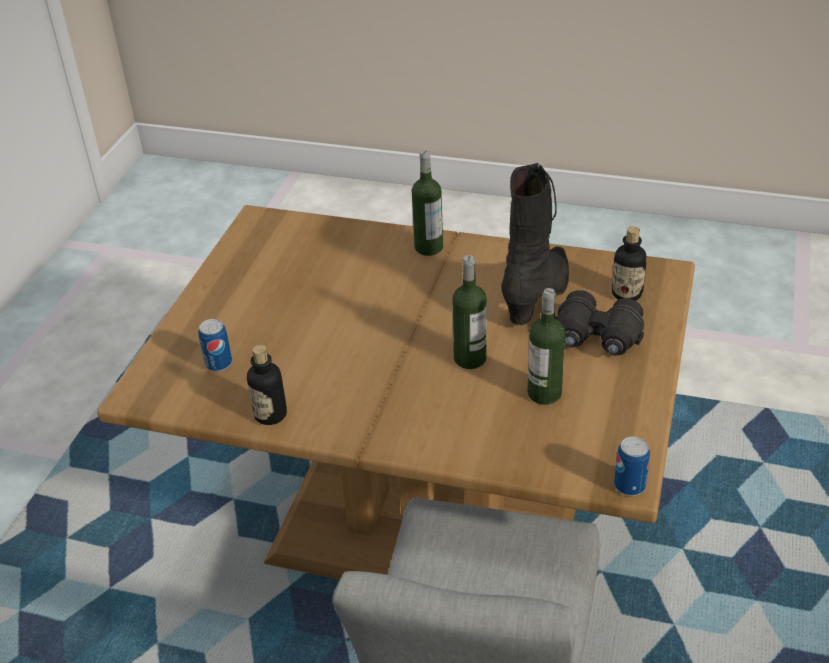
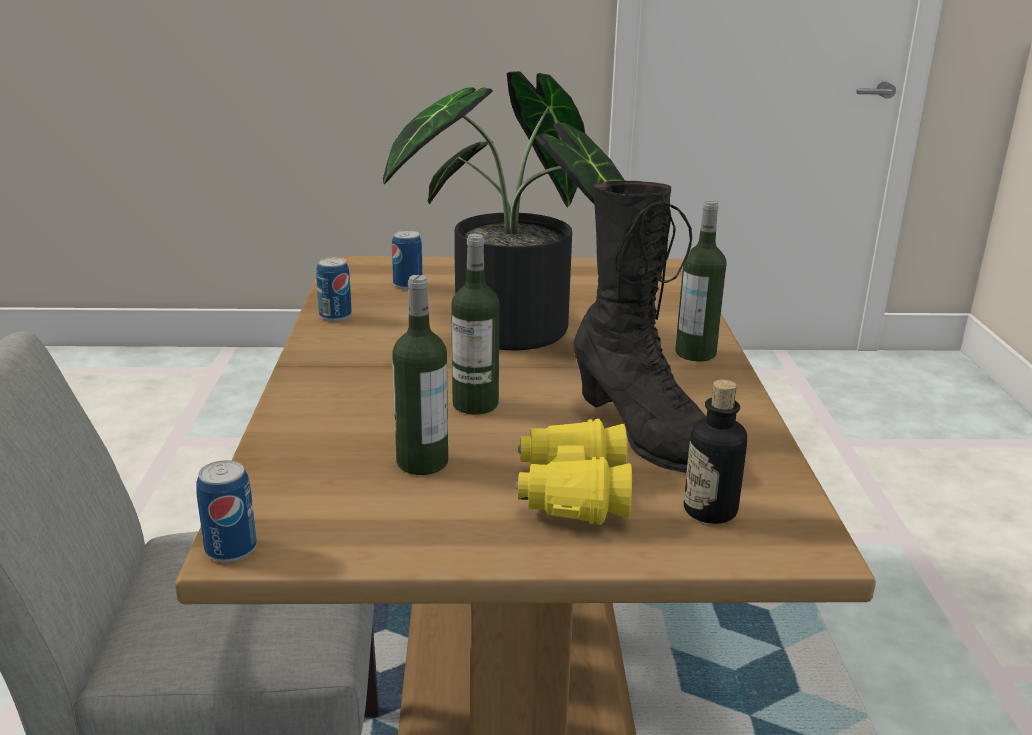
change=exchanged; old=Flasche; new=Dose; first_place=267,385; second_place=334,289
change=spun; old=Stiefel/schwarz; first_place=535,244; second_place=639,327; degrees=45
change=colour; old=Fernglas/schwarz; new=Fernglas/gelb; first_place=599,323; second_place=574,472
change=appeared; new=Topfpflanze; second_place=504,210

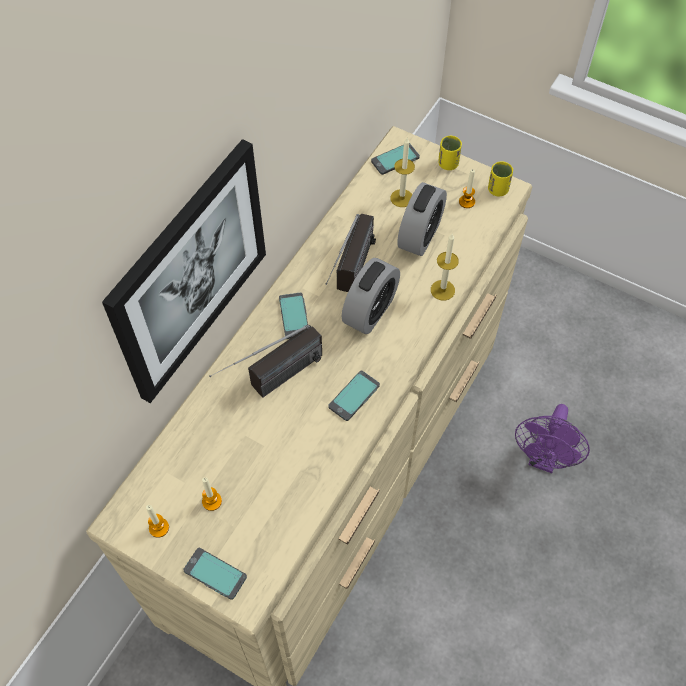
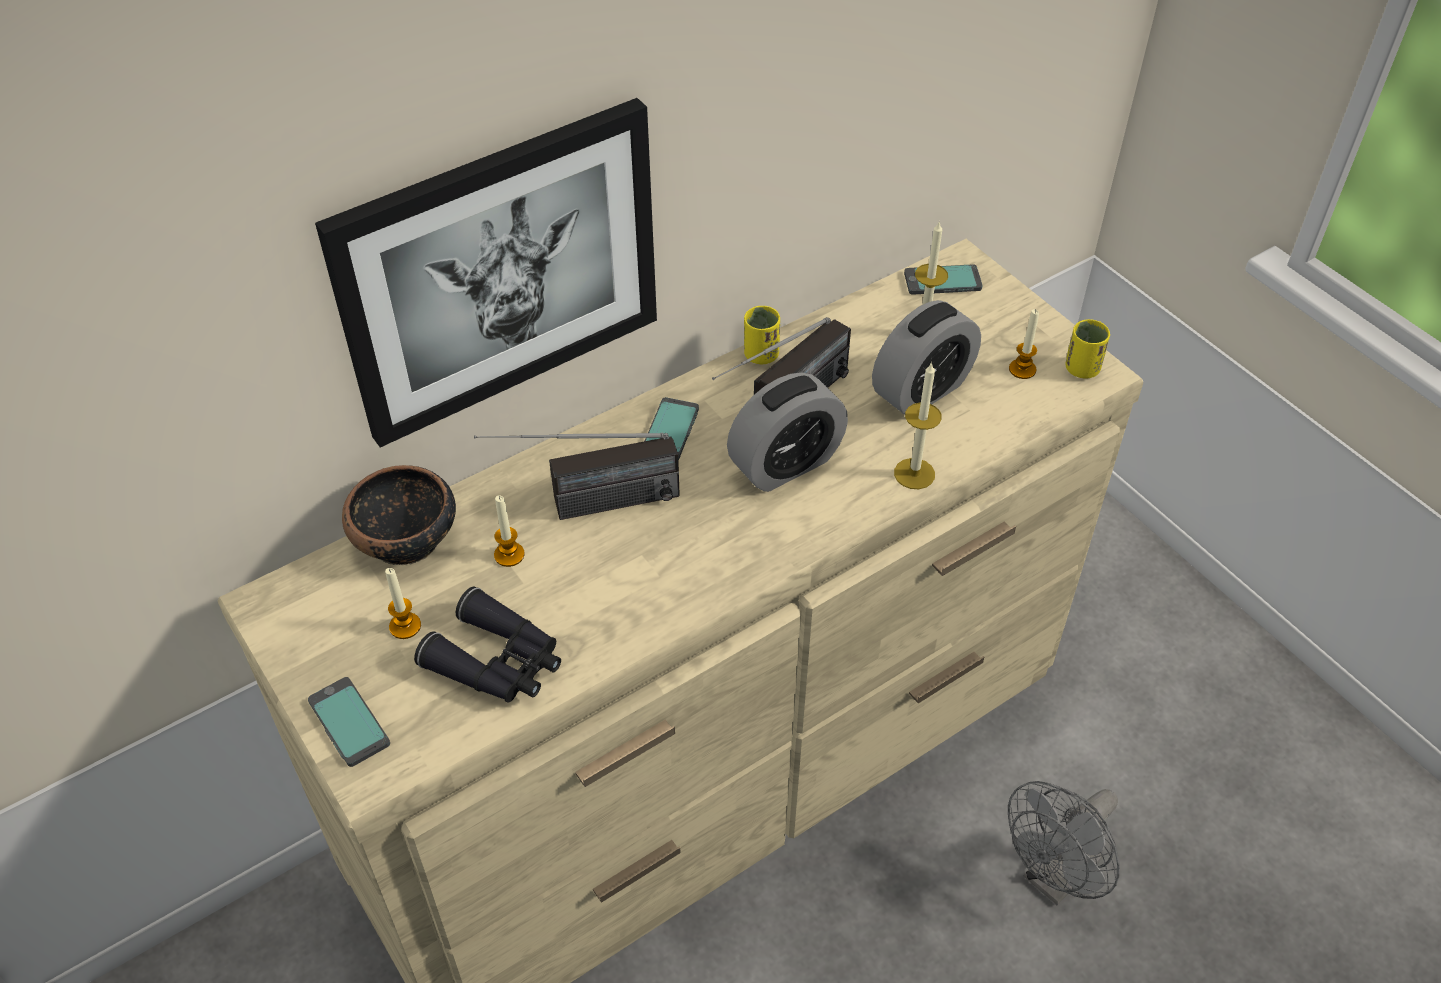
change=relocated; old=Kerze; first_place=157,521; second_place=509,531
change=missing; old=Handy; first_place=354,396
change=relocated; old=Tasse/gelb; first_place=450,153; second_place=762,335
change=colour; old=Ventilator/lila; new=Ventilator/grau; first_place=552,438; second_place=1064,843
change=appeared; new=Schüssel; second_place=399,515
change=appeared; new=Fernglas/schwarz; second_place=487,645

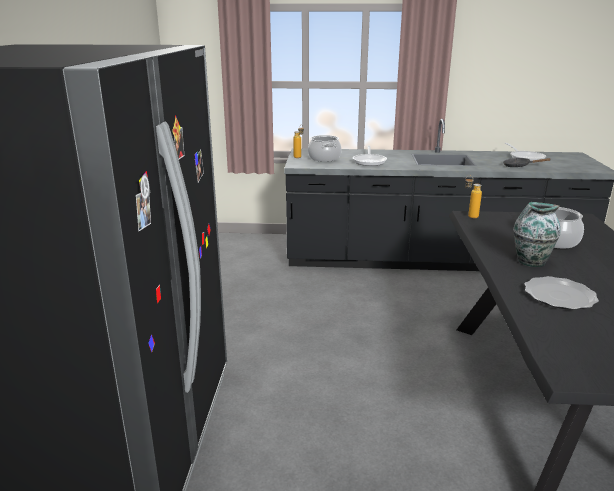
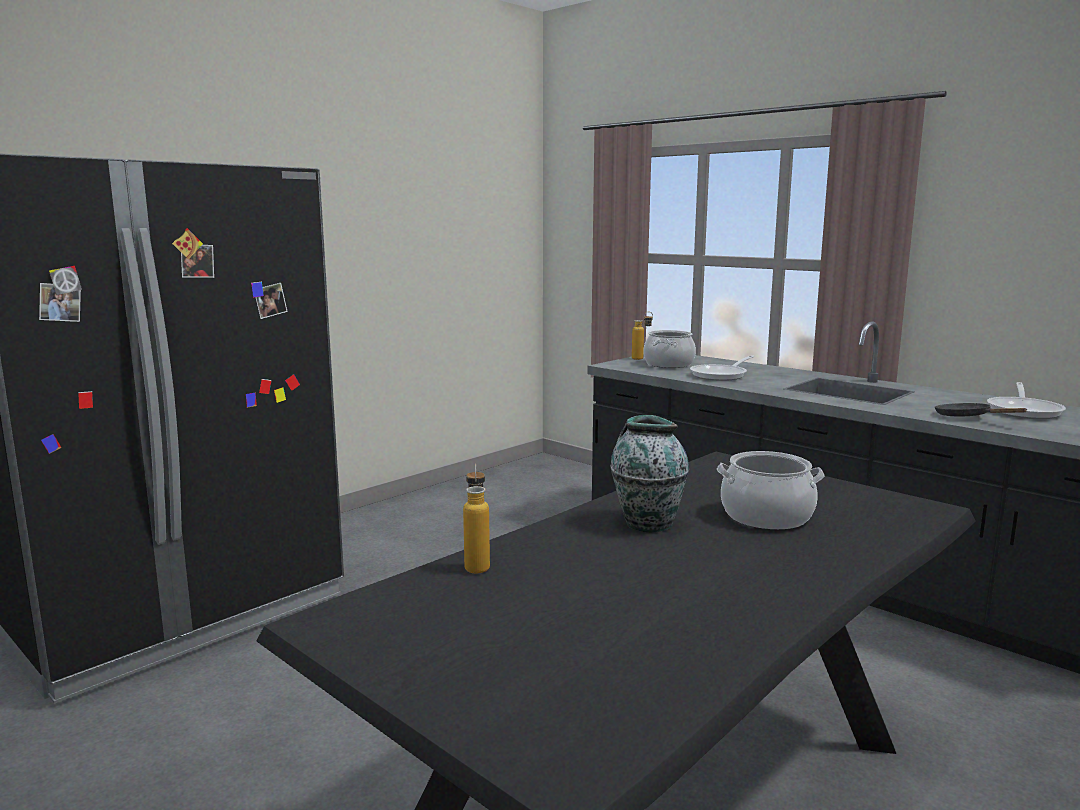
change=relocated; old=Flasche; first_place=473,196; second_place=476,518
change=missing; old=Teller; first_place=562,293

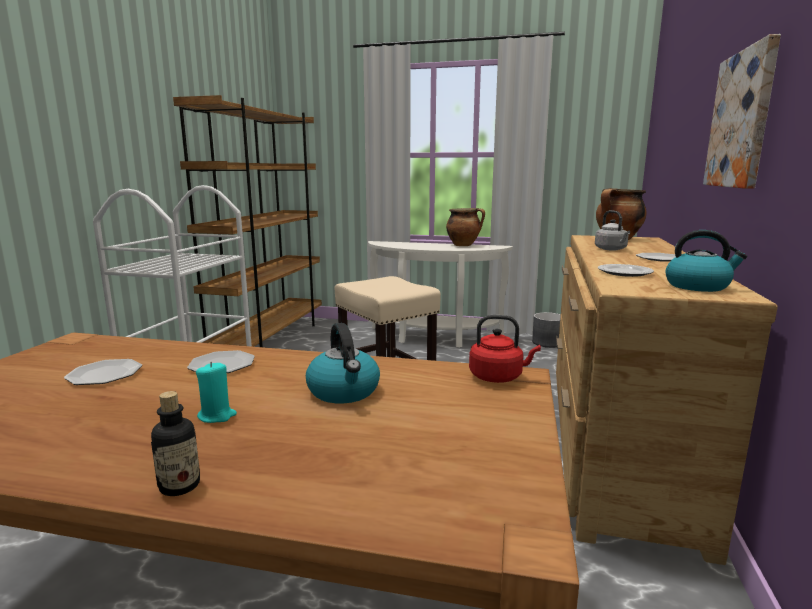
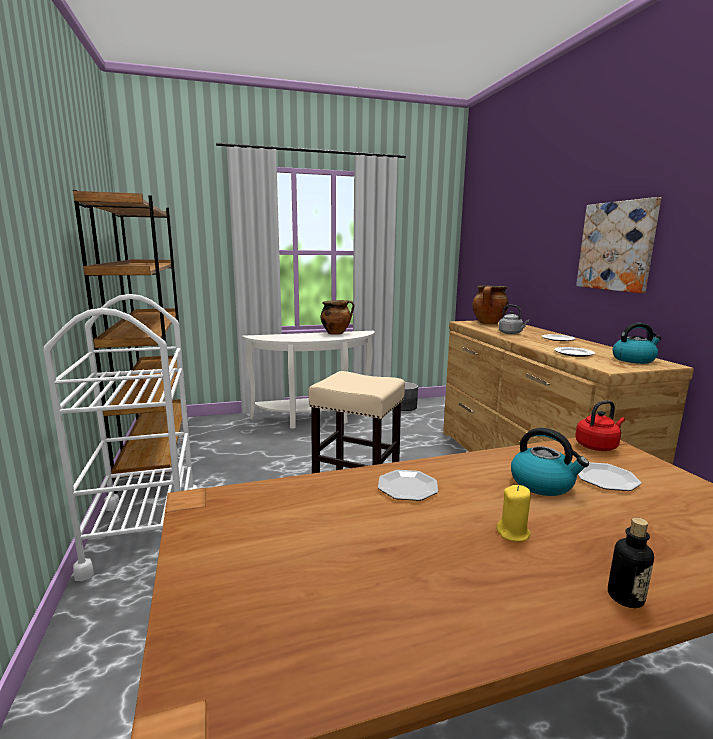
change=relocated; old=Teller; first_place=103,372; second_place=609,476
change=colour; old=Kerze/türkis; new=Kerze/gelb; first_place=216,392; second_place=513,513

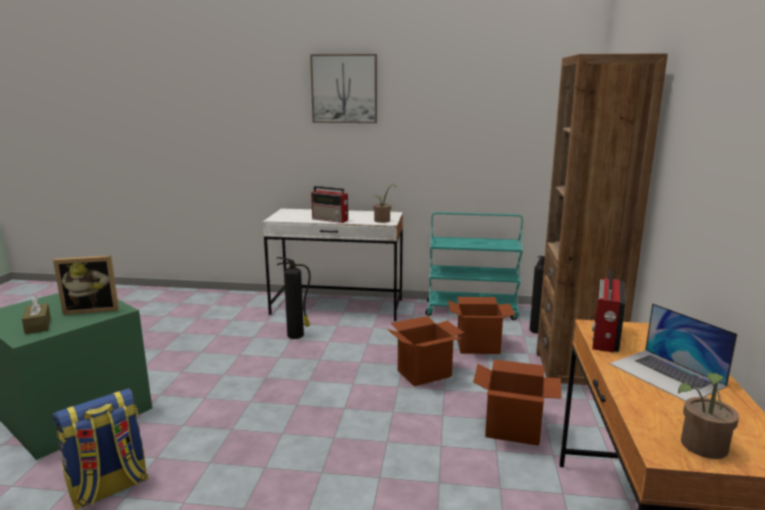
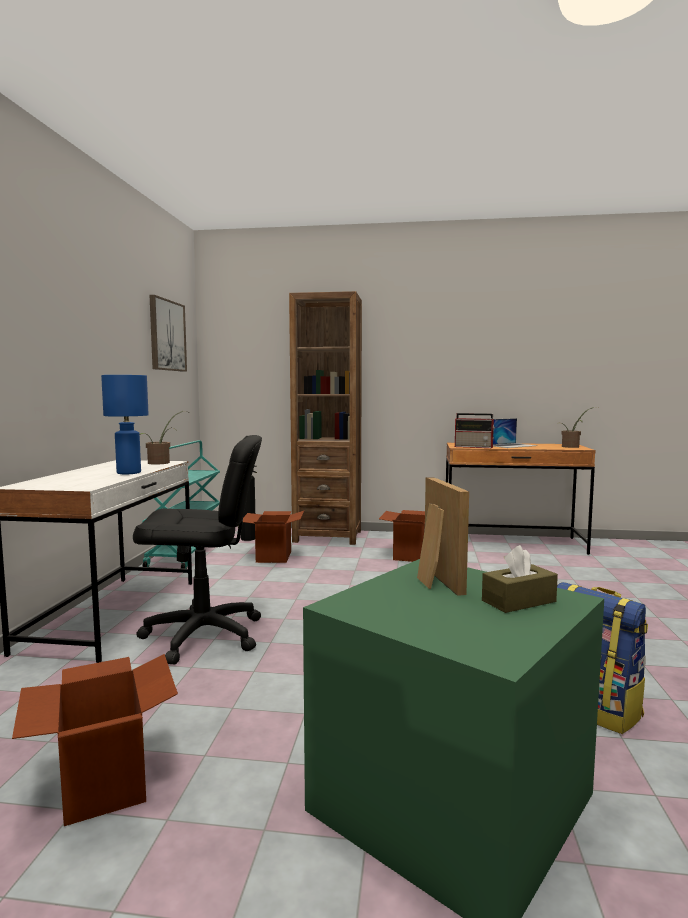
change=exchanged; old=Feuerlöscher; new=Bürostuhl/schwarz; first_place=293,298; second_place=197,549
change=relocated; old=Bild; first_place=343,88; second_place=168,333
change=exchanged; old=Radio; new=Tischlampe/blau; first_place=329,204; second_place=125,424
change=relocated; old=Karton; first_place=425,351; second_place=95,740

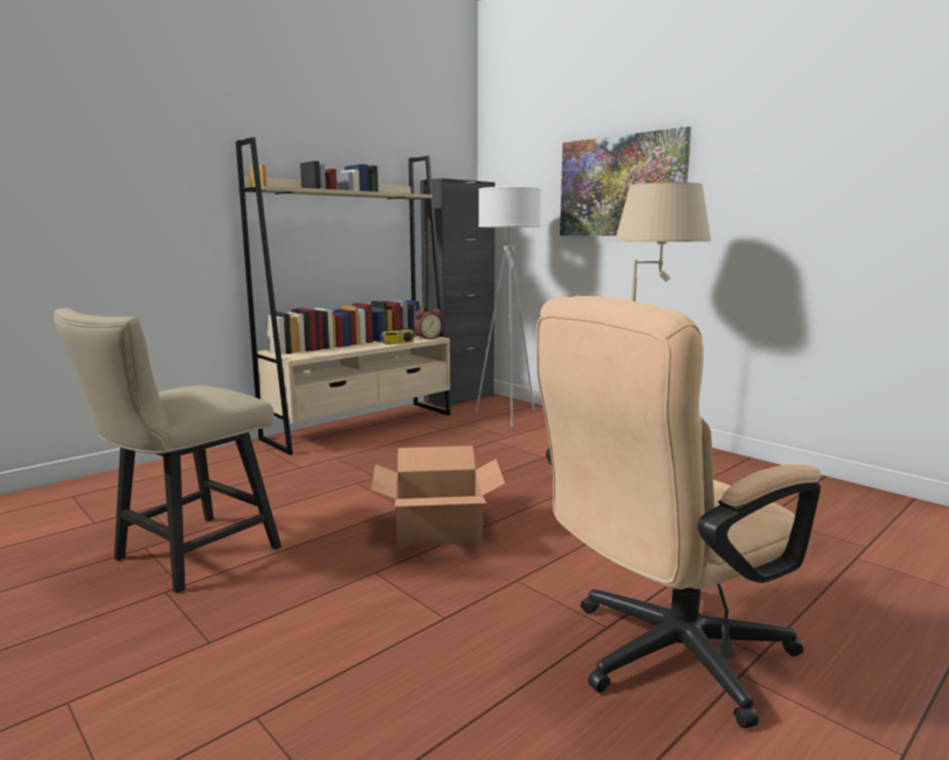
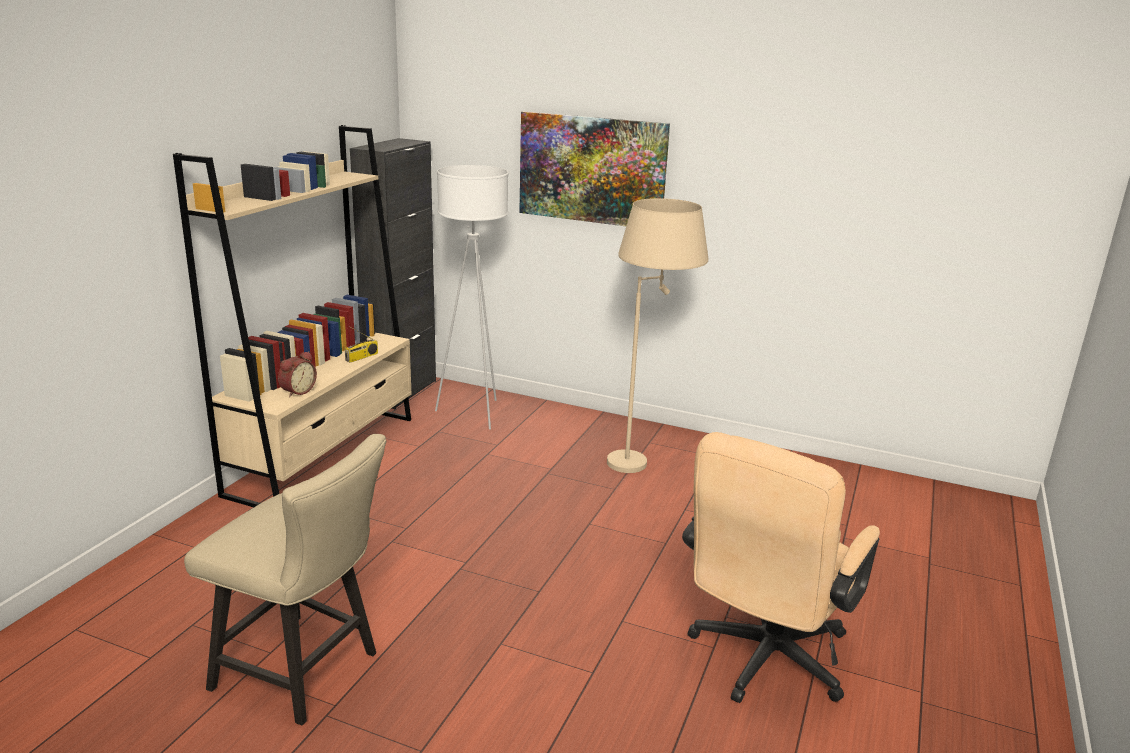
change=spun; old=Stuhl/beige; first_place=167,450; second_place=285,579; degrees=-75
change=missing; old=Karton; first_place=438,496
change=relocated; old=Wecker; first_place=428,324; second_place=297,374

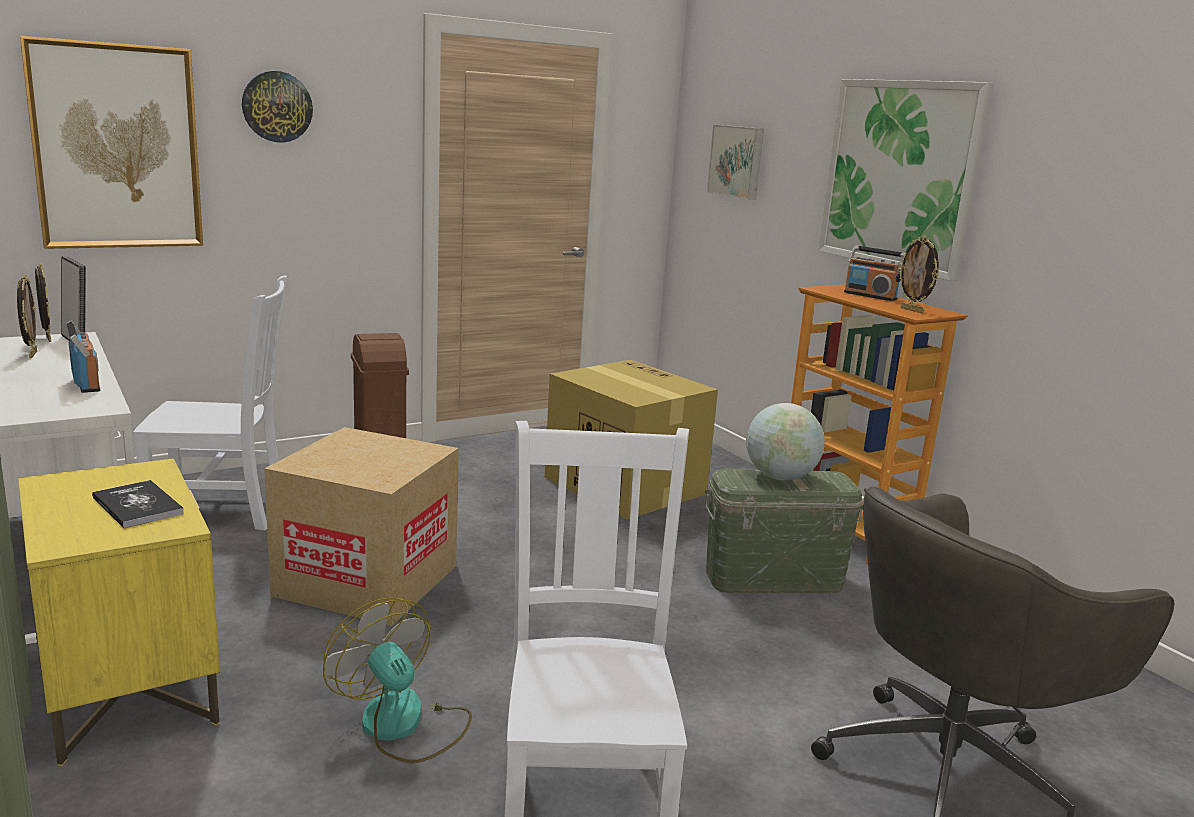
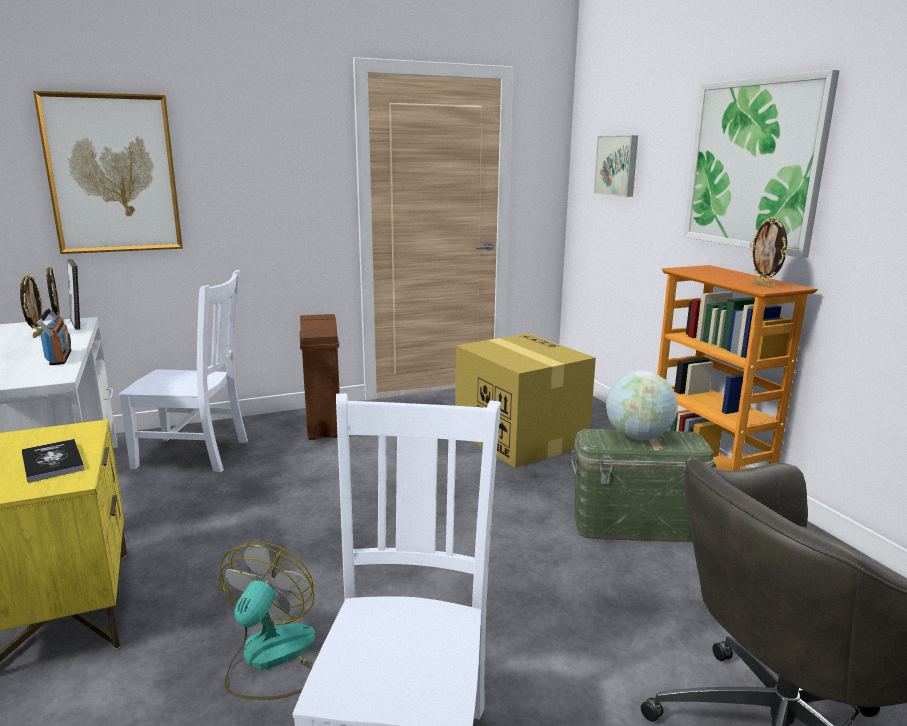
change=missing; old=Wanduhr; first_place=277,107
change=missing; old=Karton; first_place=361,526
change=spun; old=Ventilator; first_place=397,680; second_place=267,621; degrees=45
change=missing; old=Radio; first_place=875,273

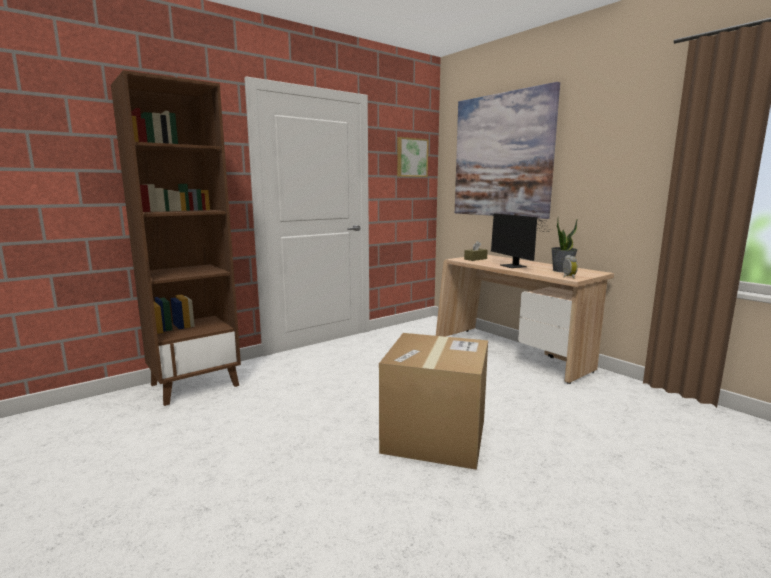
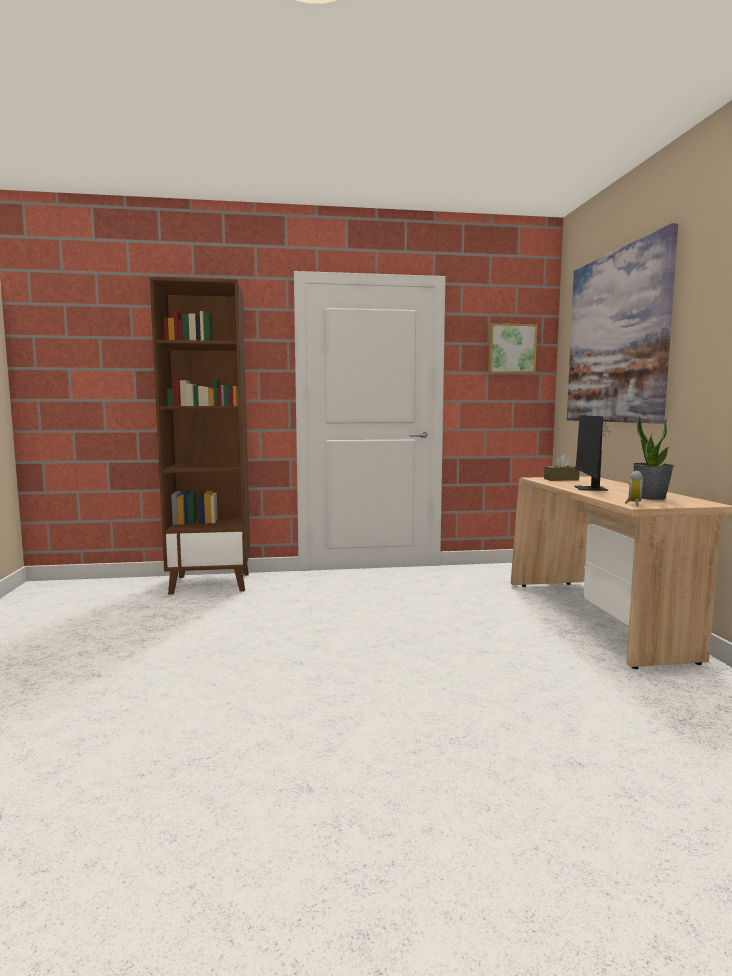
change=missing; old=Karton; first_place=433,401

